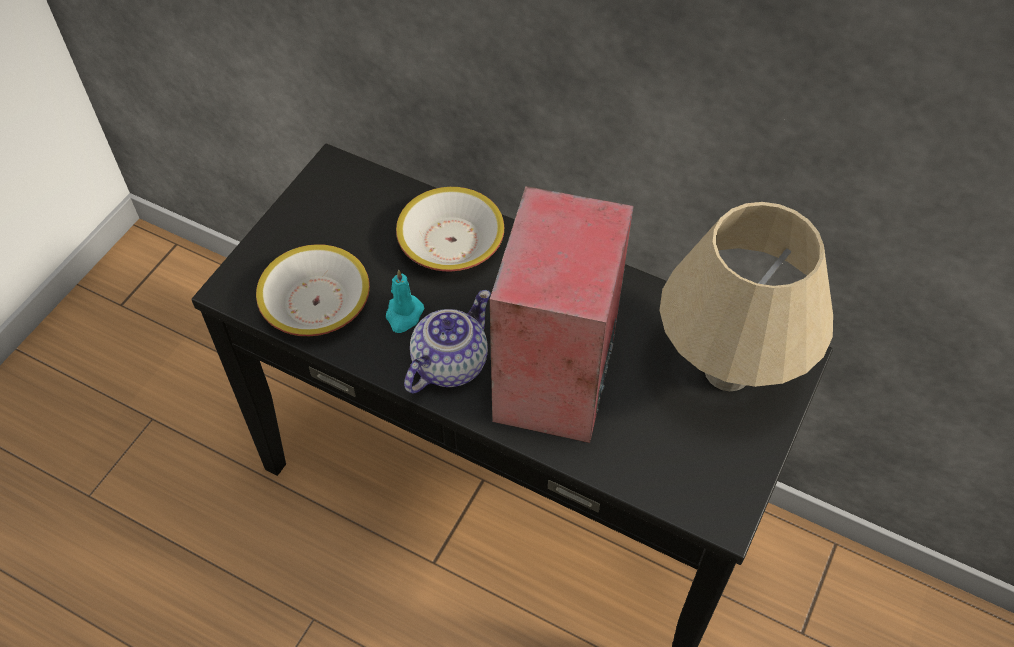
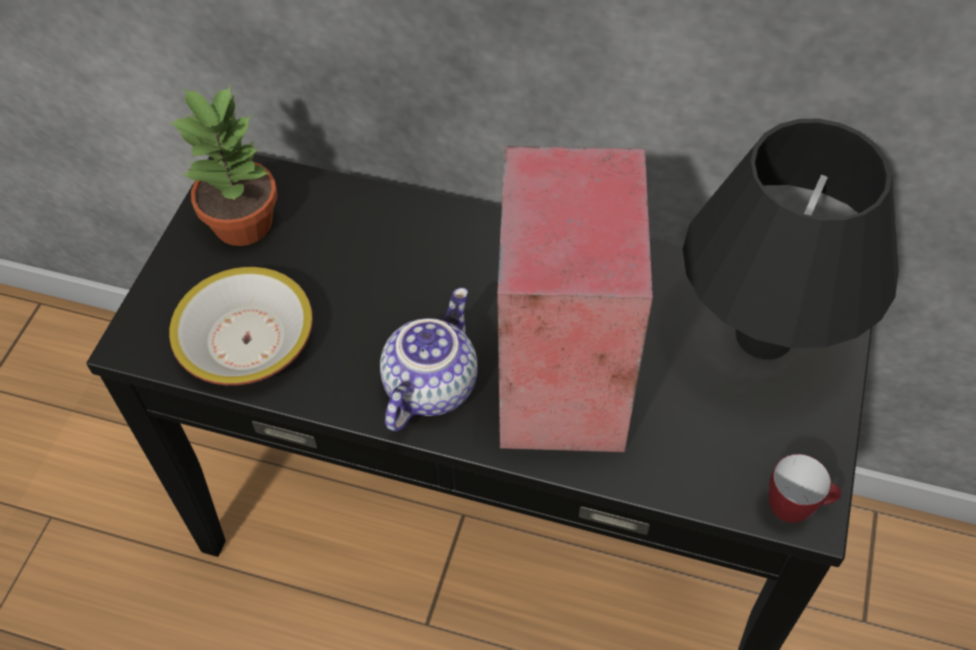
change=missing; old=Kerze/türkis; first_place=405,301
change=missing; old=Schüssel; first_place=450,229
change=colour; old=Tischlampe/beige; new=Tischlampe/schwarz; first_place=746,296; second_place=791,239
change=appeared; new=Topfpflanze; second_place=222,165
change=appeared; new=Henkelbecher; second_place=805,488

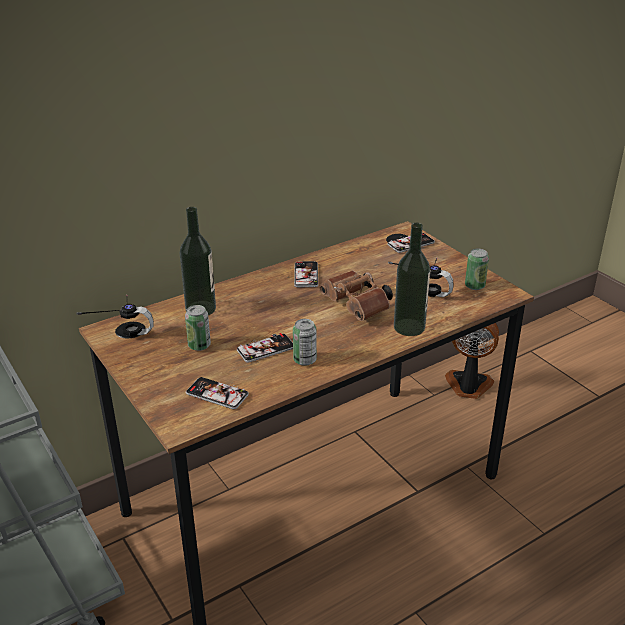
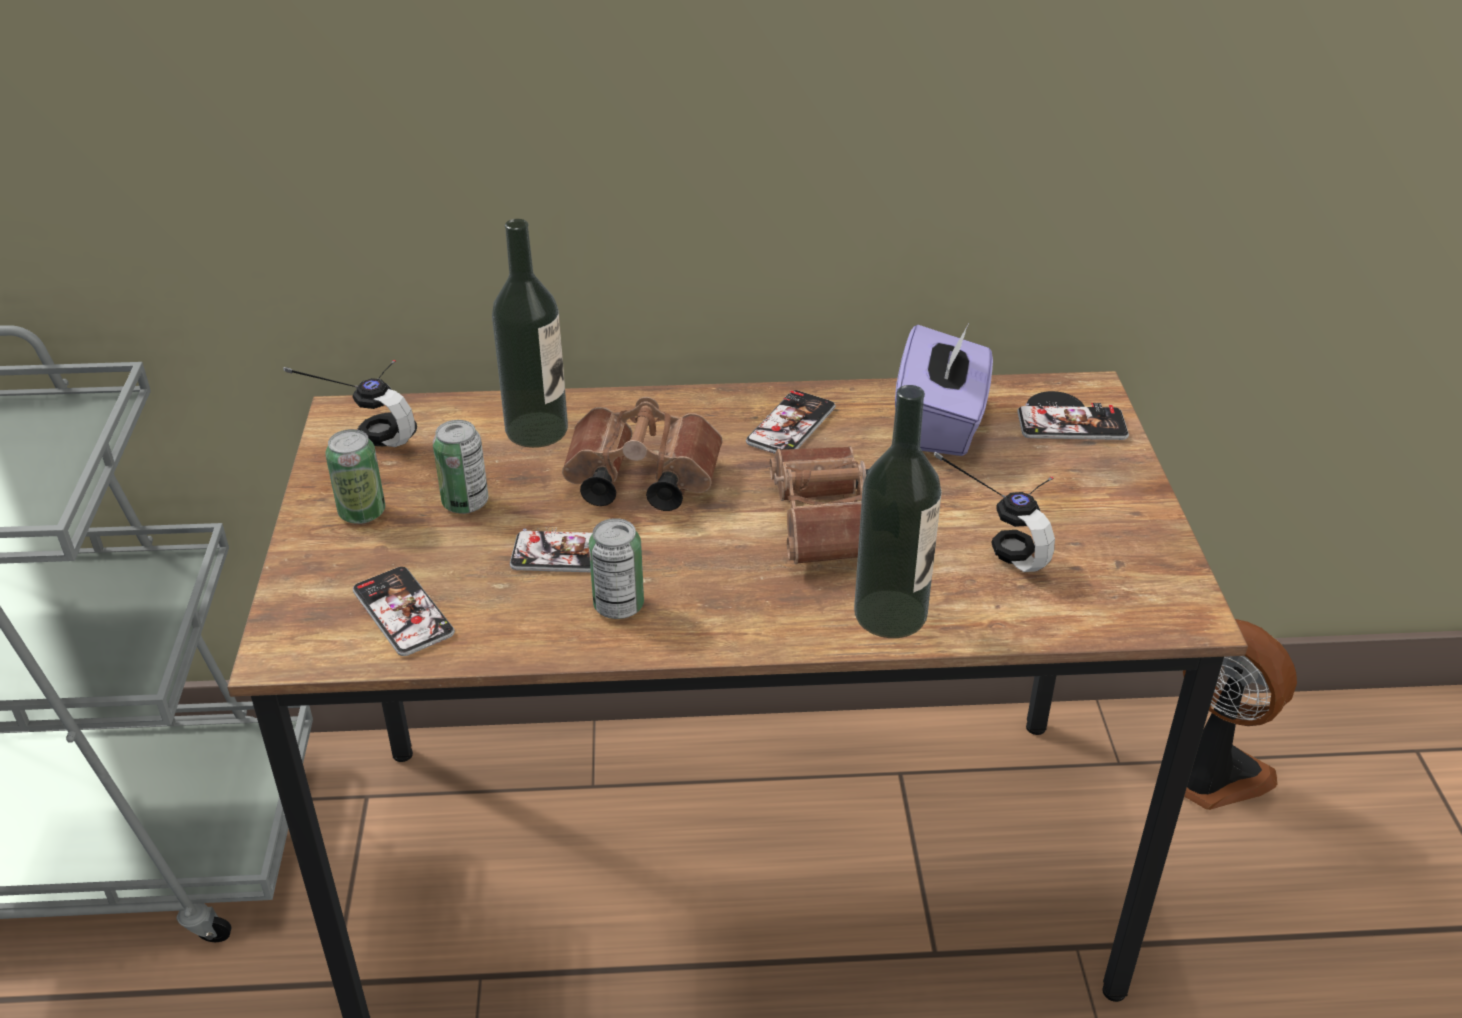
change=relocated; old=Dose; first_place=477,269; second_place=355,476
change=appeared; new=Fernglas/braun; second_place=642,454
change=appeared; new=Taschentuchbox/lila; second_place=944,389

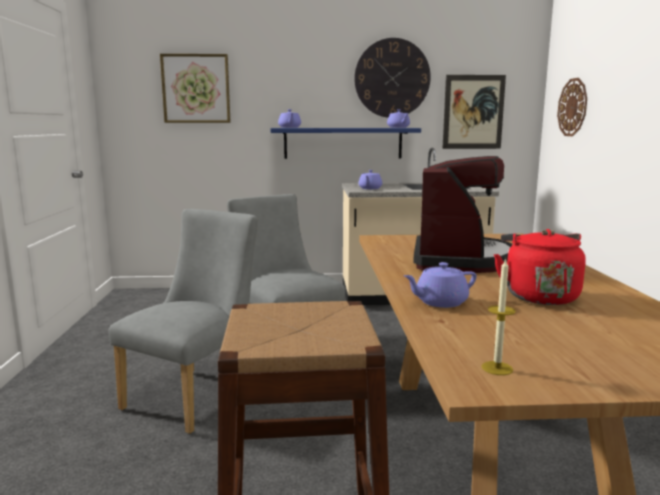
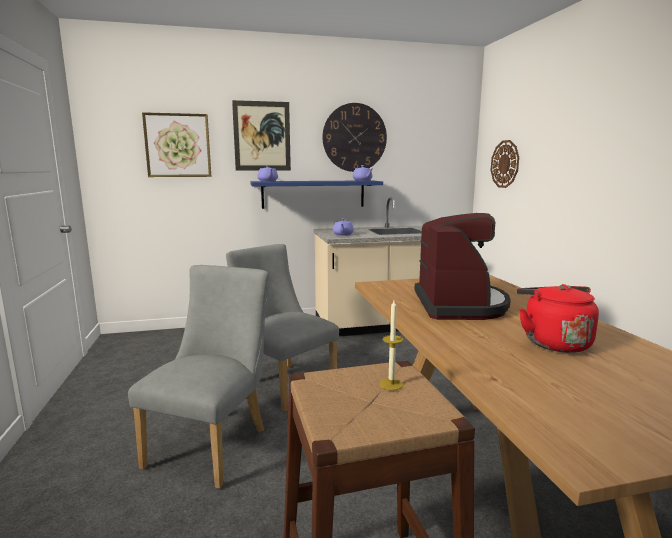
change=missing; old=Teekanne/lila; first_place=440,285
change=relocated; old=Bild; first_place=474,112; second_place=261,135
change=relocated; old=Kerze; first_place=498,316; second_place=391,345

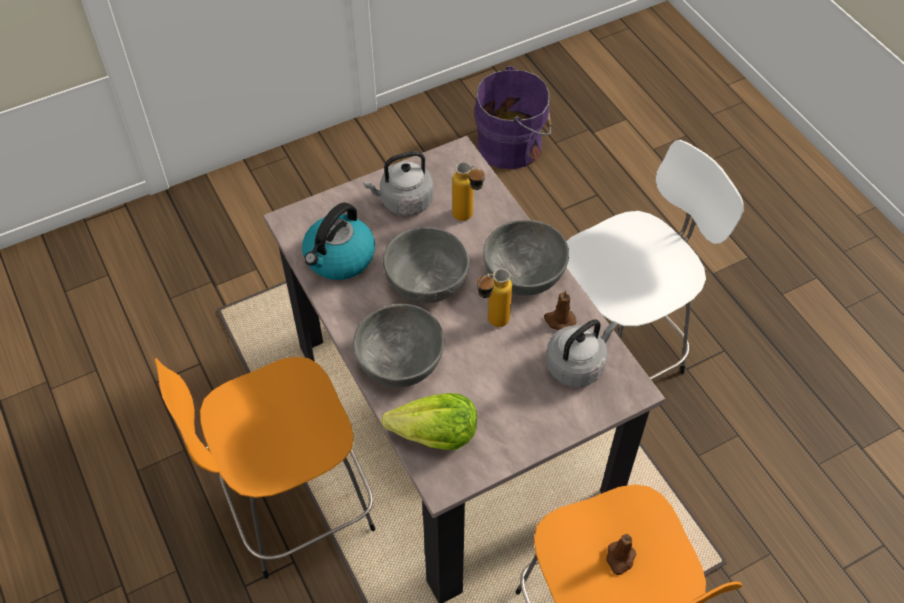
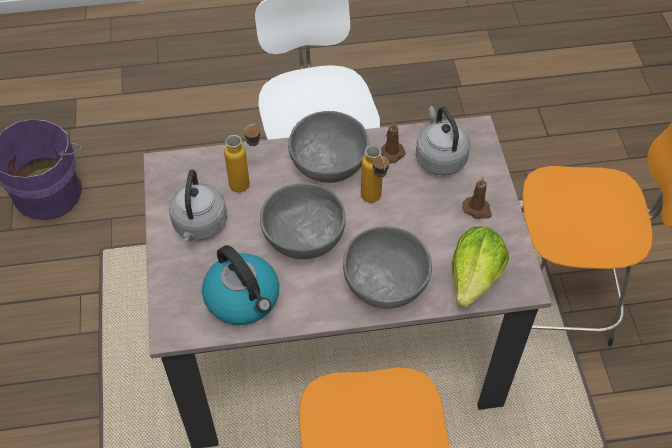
change=relocated; old=Kerze/braun; first_place=621,554; second_place=477,198

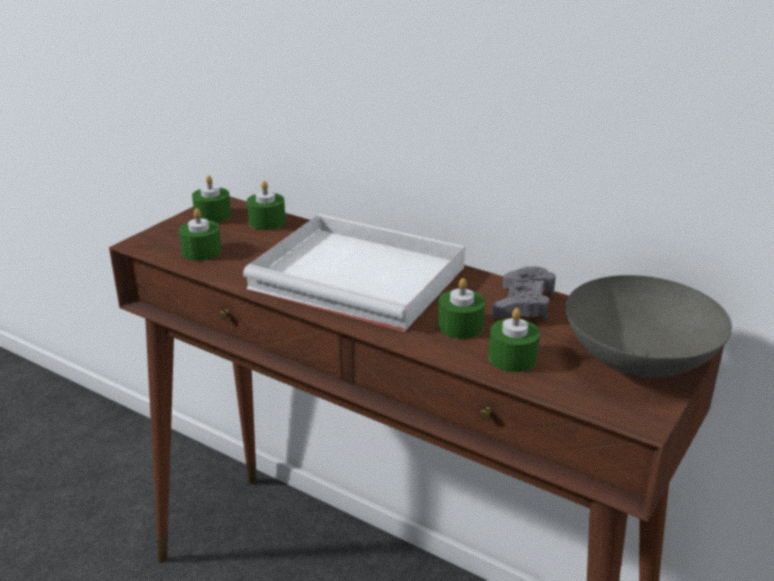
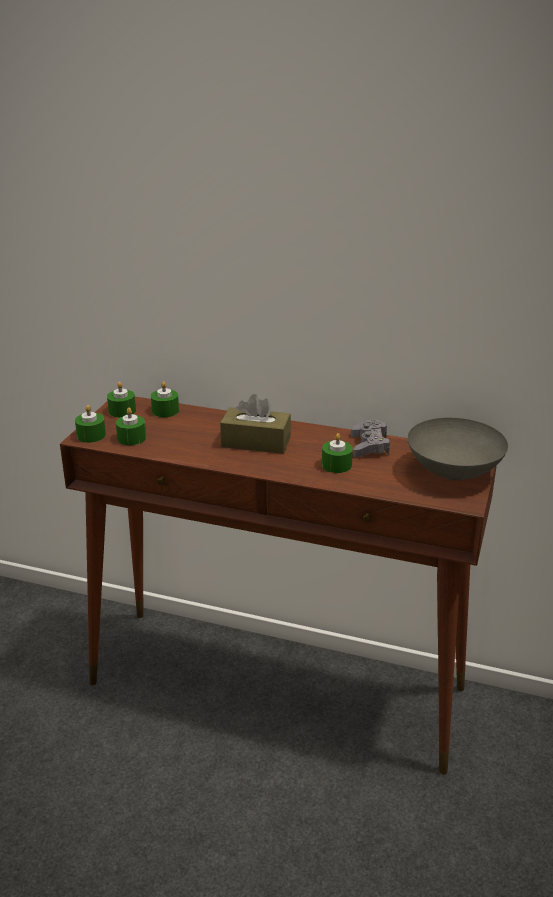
change=exchanged; old=Tablett/weiß; new=Taschentuchbox/braun; first_place=354,273; second_place=255,424
change=relocated; old=Kerze/grün; first_place=514,340; second_place=90,424

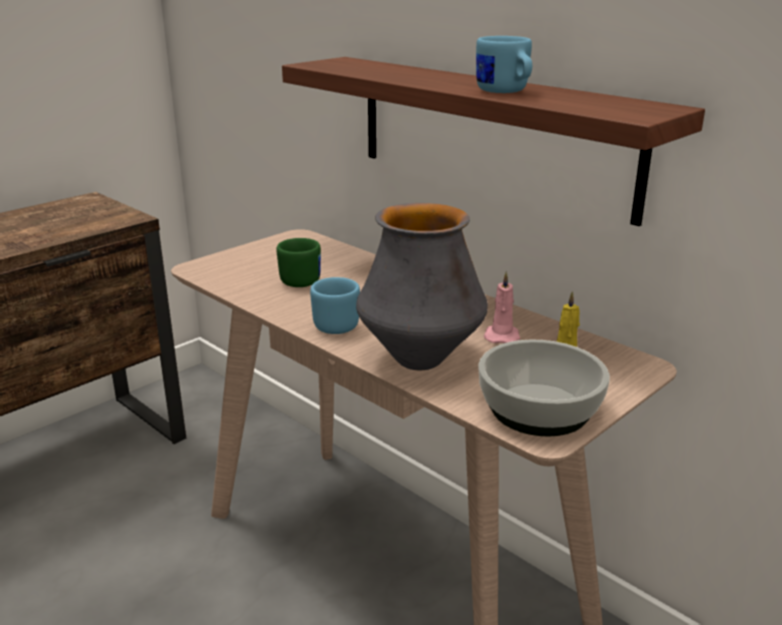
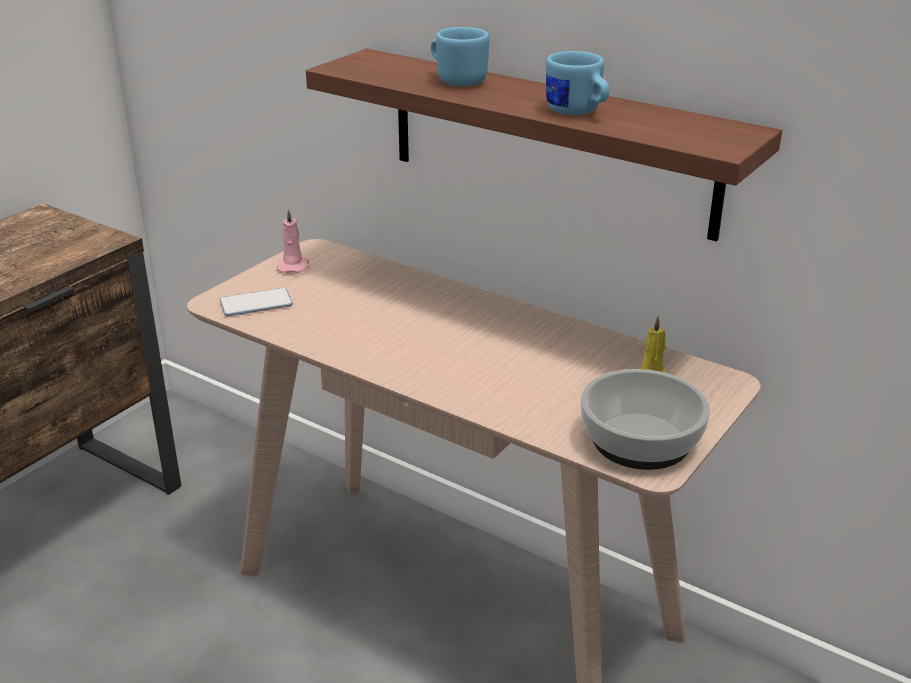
change=missing; old=Henkelbecher/grün; first_place=299,262
change=relocated; old=Henkelbecher/blau; first_place=335,305; second_place=460,56
change=missing; old=Vase; first_place=422,286
change=relocated; old=Kerze/rosa; first_place=502,307; second_place=292,240
change=appeared; new=Handy; second_place=256,302

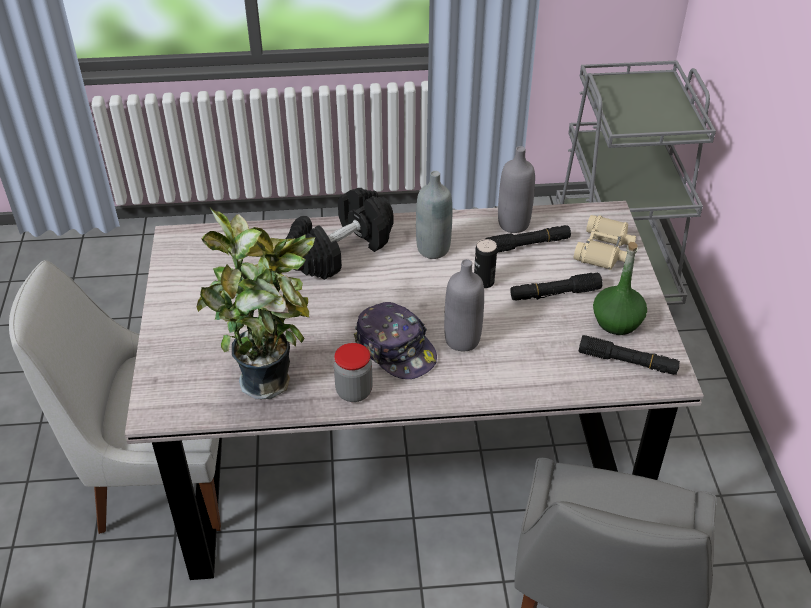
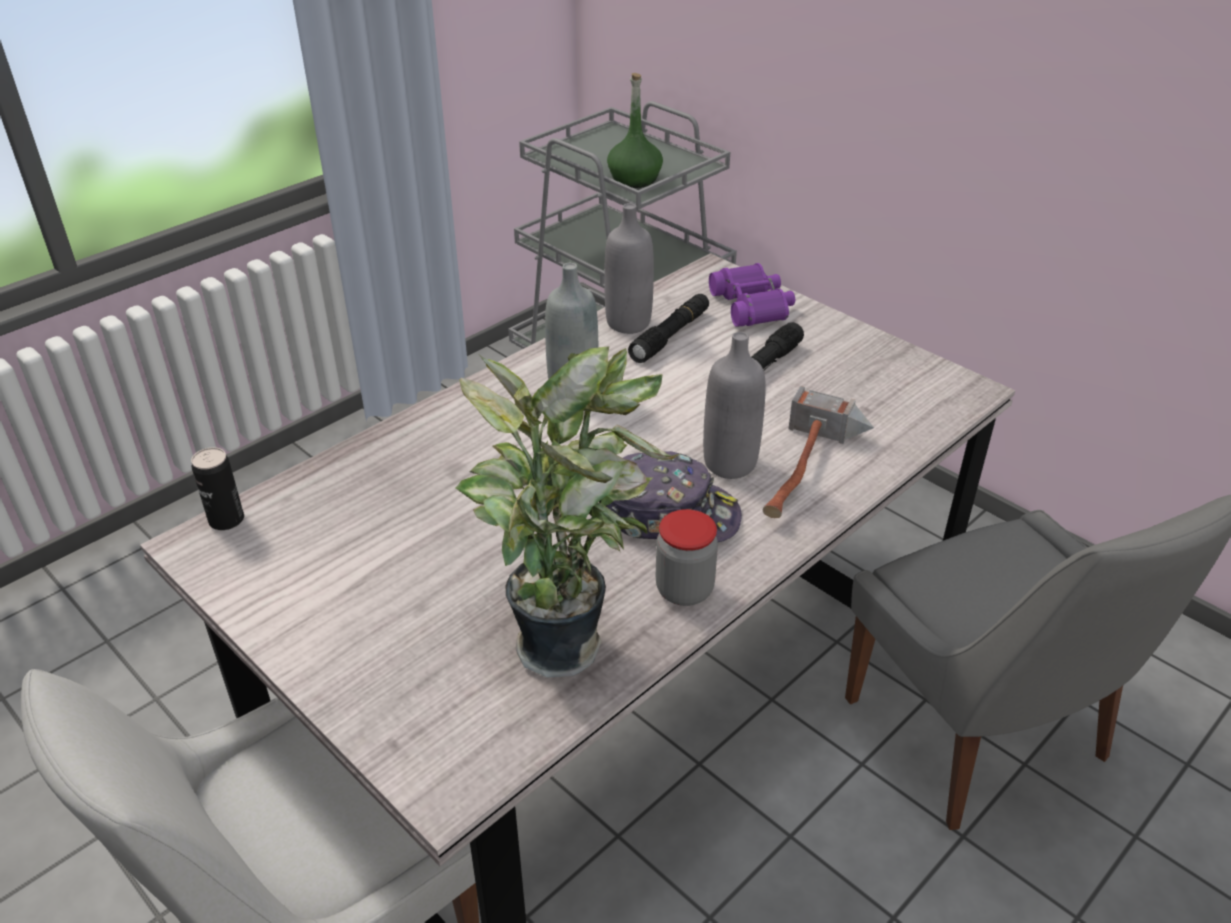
change=missing; old=Hantel/schwarz; first_place=339,234
change=relocated; old=Dose; first_place=485,263; second_place=217,488
change=colour; old=Fernglas/beige; new=Fernglas/lila; first_place=605,242; second_place=752,295
change=missing; old=Taschenlampe/schwarz; first_place=629,355
change=relocated; old=Flasche/grün; first_place=620,288; second_place=635,130
change=appeared; new=Hammer; second_place=818,452

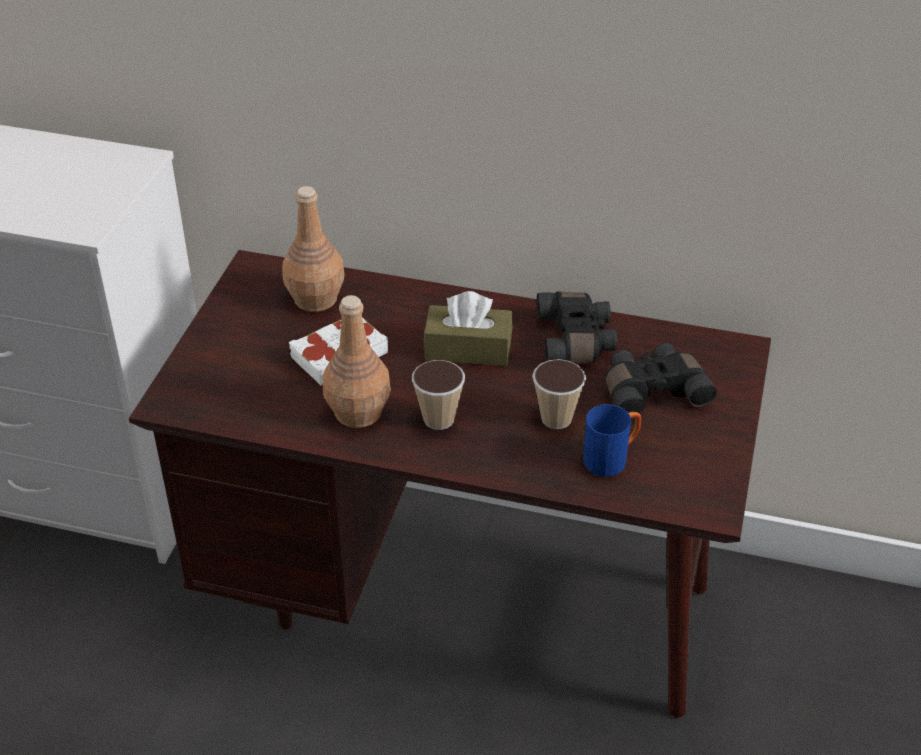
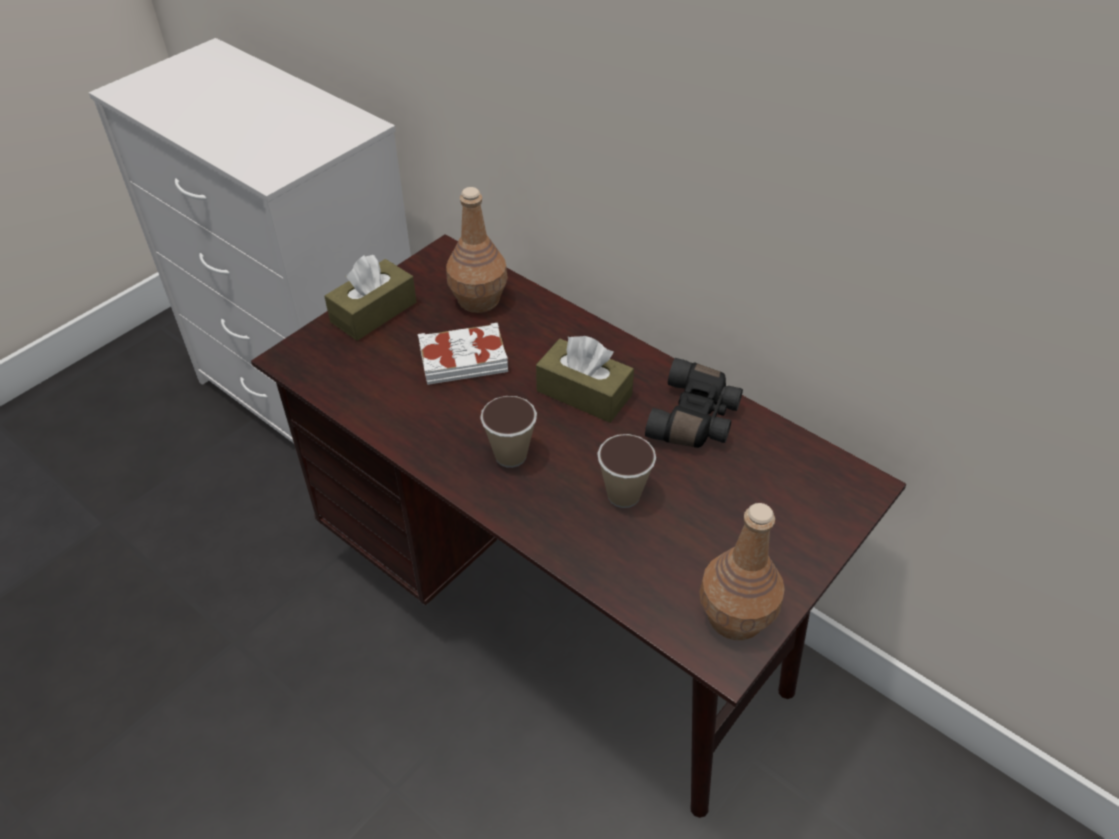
change=relocated; old=Flasche/braun; first_place=357,361; second_place=742,571
change=missing; old=Henkelbecher/blau; first_place=612,440
change=missing; old=Fernglas/schwarz; first_place=661,381
change=appeared; new=Taschentuchbox/braun; second_place=370,298

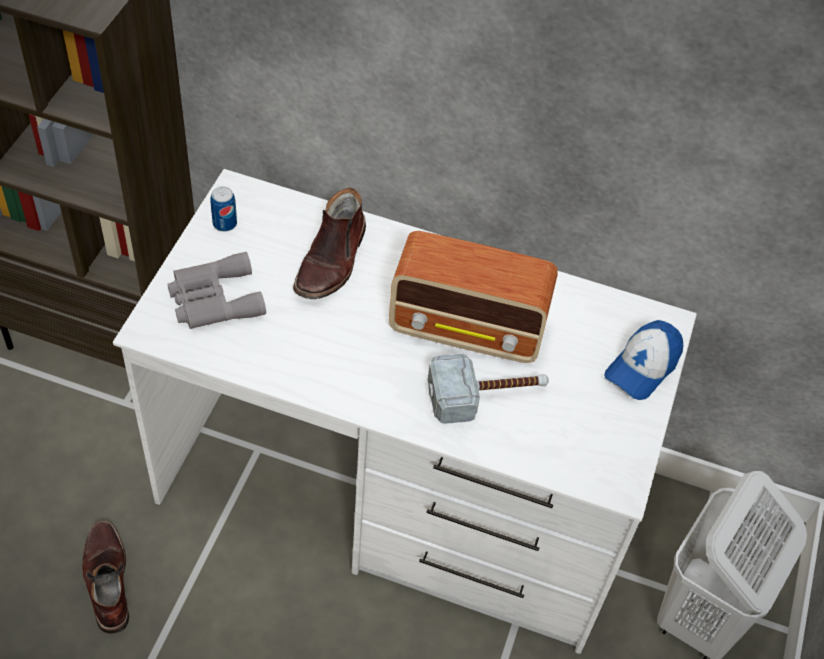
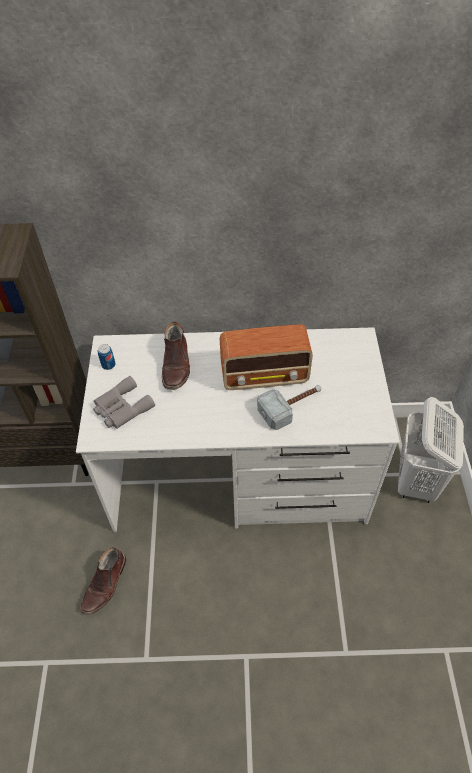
change=spun; old=Stiefel/braun; first_place=105,577; second_place=103,581; degrees=-120
change=missing; old=Kappe; first_place=643,360

